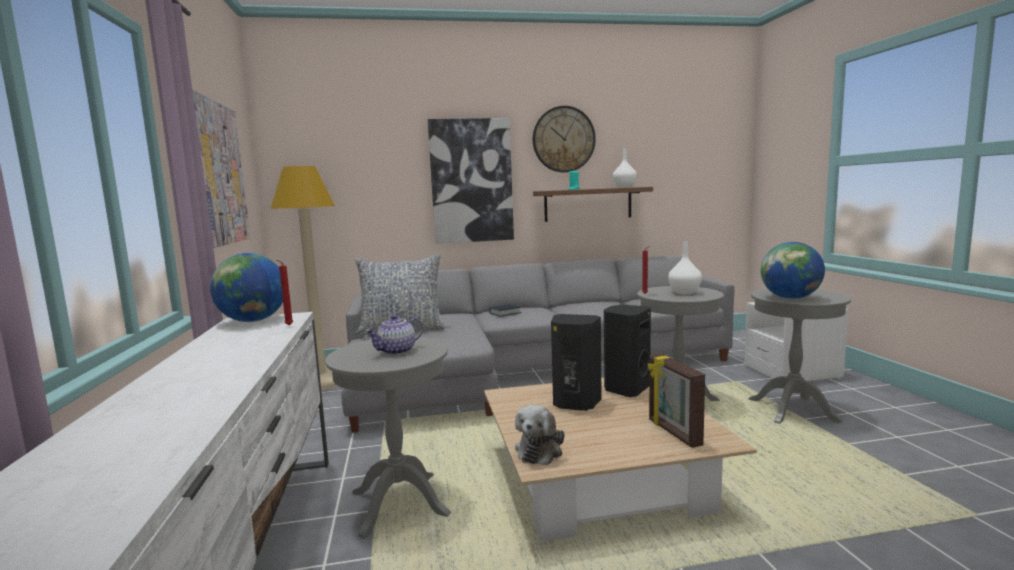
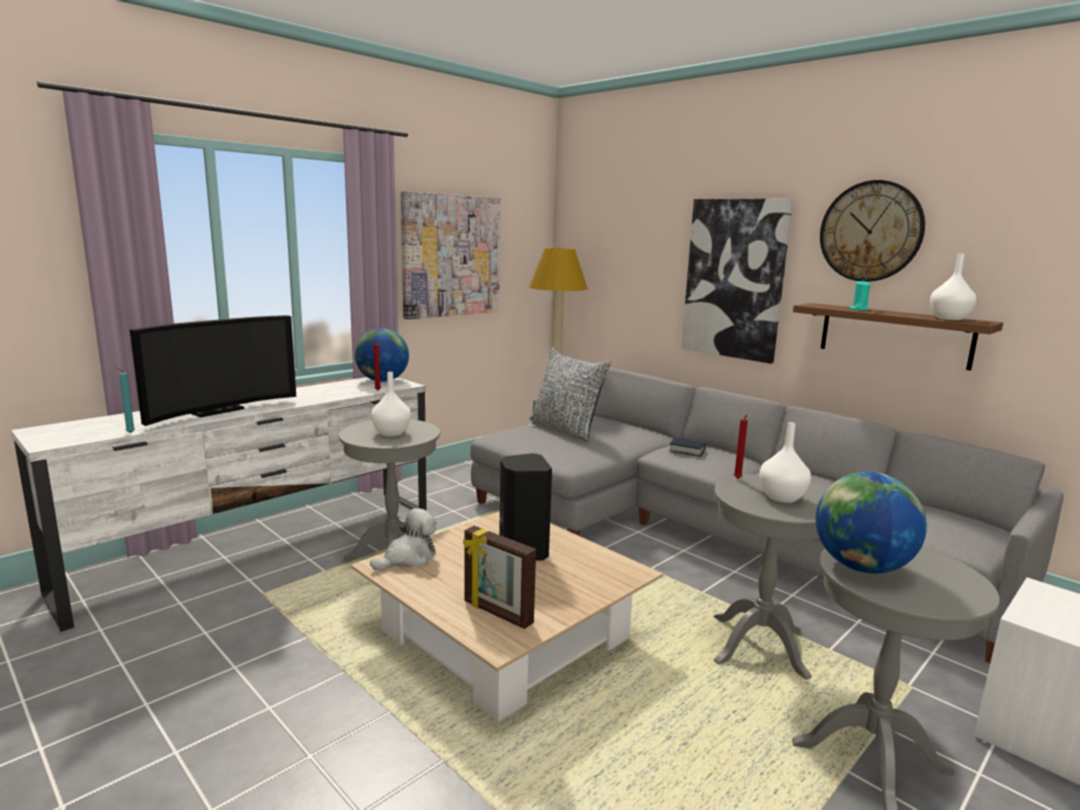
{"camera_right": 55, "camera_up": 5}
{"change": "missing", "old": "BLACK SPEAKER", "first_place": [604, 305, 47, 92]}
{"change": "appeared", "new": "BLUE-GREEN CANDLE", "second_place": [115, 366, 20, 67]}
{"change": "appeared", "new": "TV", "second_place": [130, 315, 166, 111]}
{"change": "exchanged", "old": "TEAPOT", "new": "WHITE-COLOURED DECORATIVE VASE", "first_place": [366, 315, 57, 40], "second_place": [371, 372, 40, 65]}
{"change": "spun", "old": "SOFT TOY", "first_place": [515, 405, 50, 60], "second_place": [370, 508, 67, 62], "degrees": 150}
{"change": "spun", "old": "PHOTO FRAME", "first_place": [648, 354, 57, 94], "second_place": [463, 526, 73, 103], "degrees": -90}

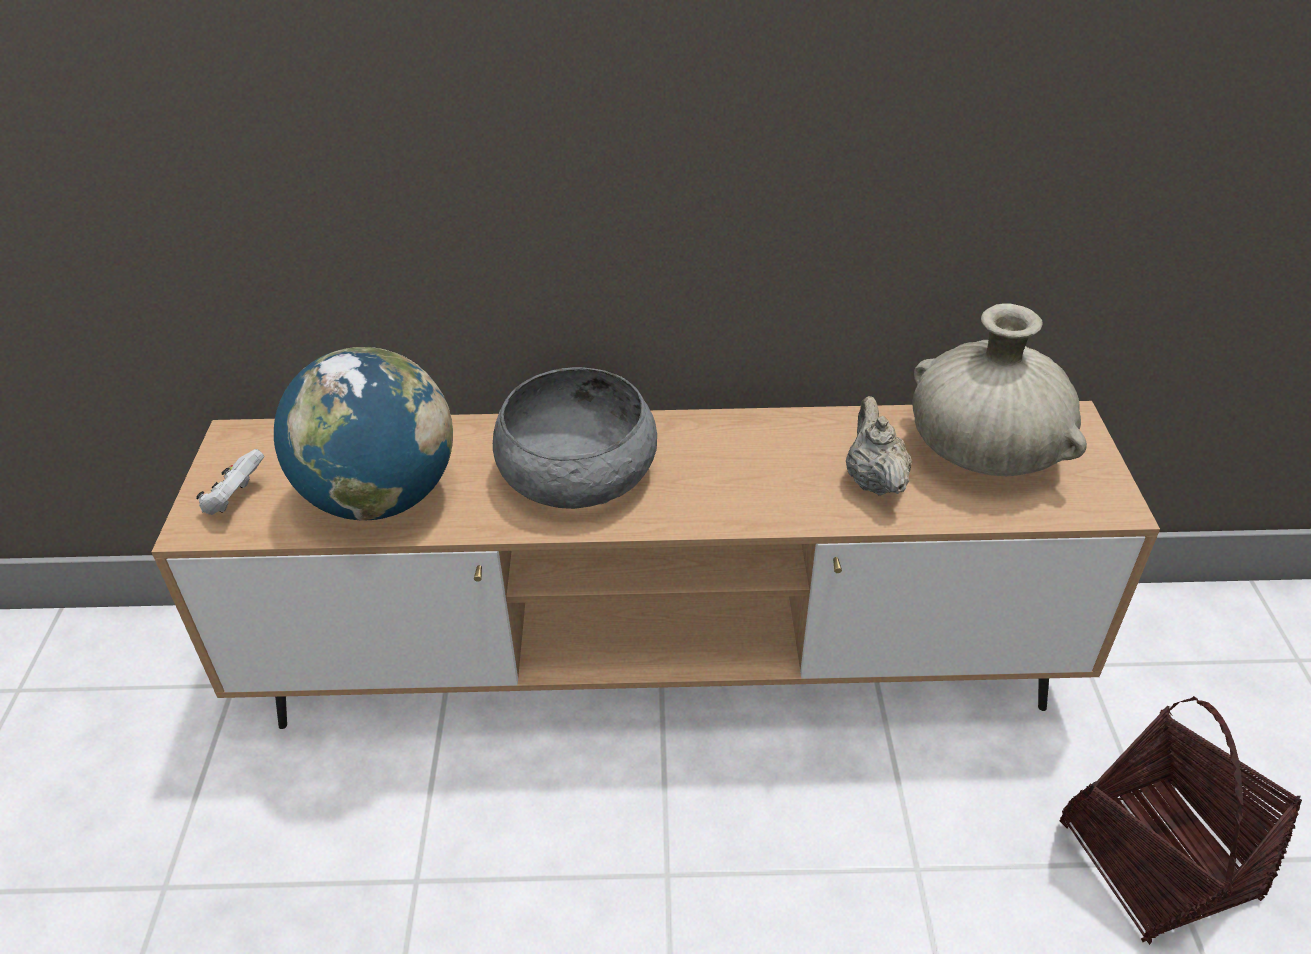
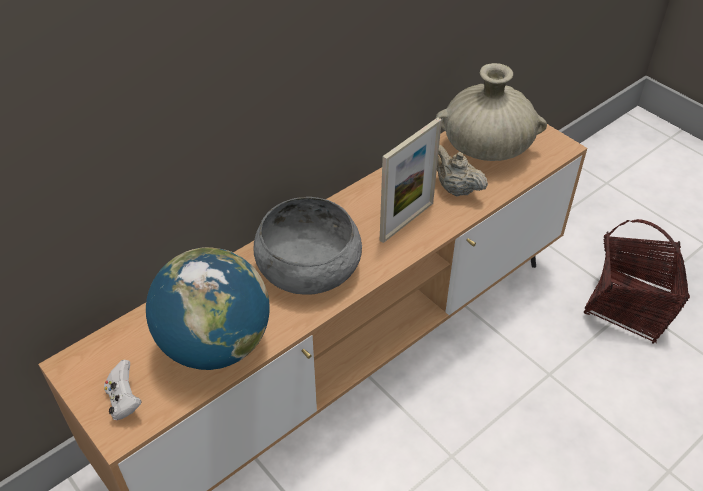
{"camera_right": -40, "camera_up": 5}
{"change": "appeared", "new": "PHOTO FRAME", "second_place": [380, 117, 62, 126]}

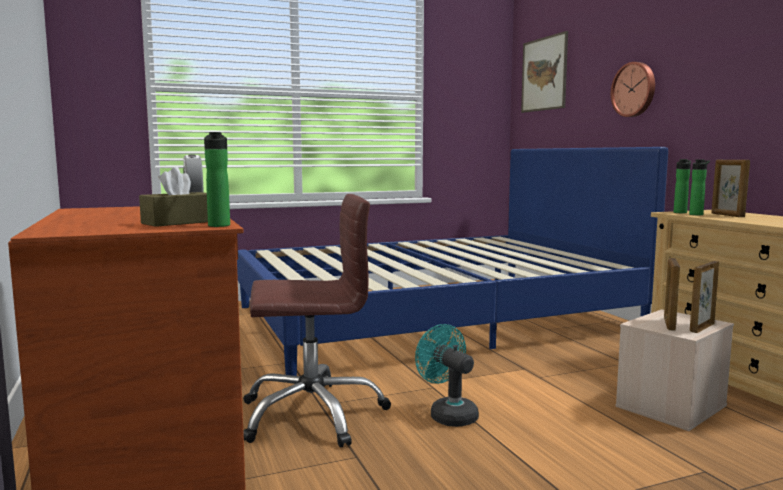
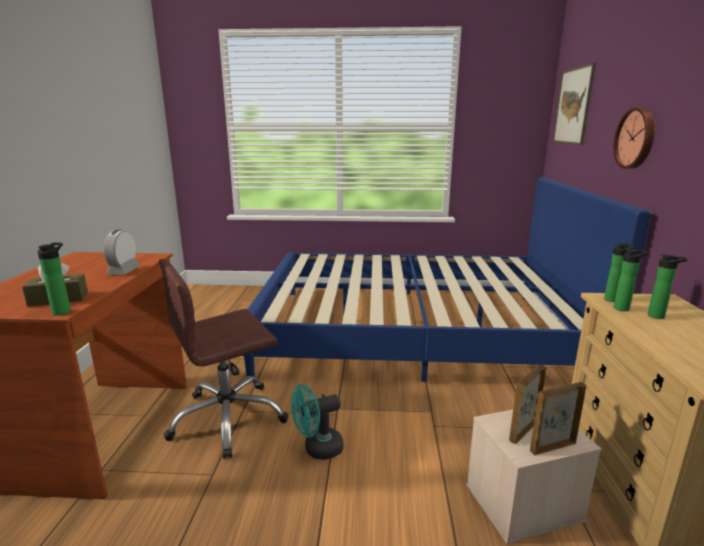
{"camera_right": 25, "camera_up": 10}
{"change": "exchanged", "old": "PHOTO FRAME", "new": "BOTTLE", "first_place": [711, 160, 39, 57], "second_place": [648, 254, 39, 65]}
{"change": "spun", "old": "BROWNISH COMPUTER CHAIR", "first_place": [243, 194, 148, 254], "second_place": [159, 259, 130, 200], "degrees": 135}
{"change": "spun", "old": "BLUE-GREEN ELECTRIC FAN", "first_place": [415, 324, 64, 103], "second_place": [291, 384, 53, 76], "degrees": -105}

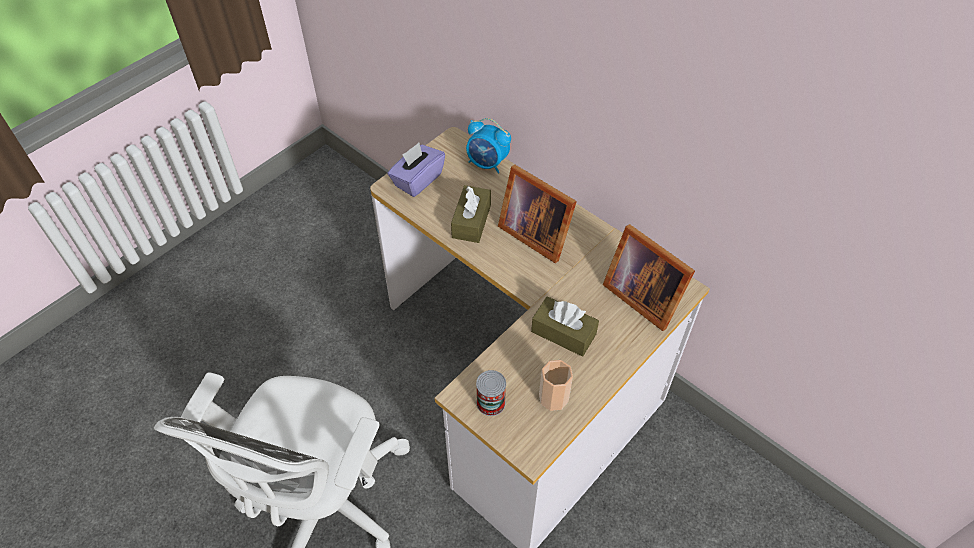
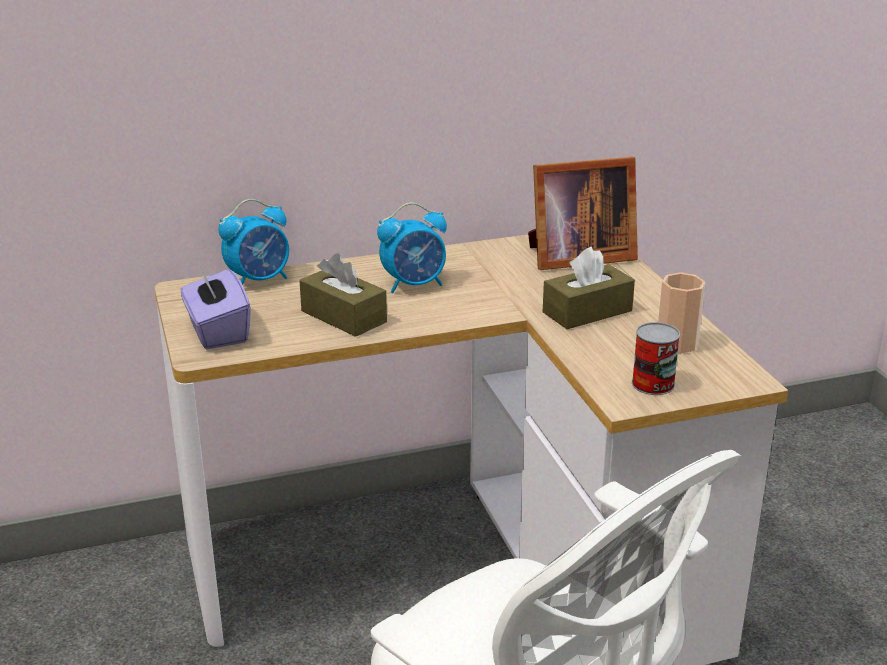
{"camera_right": -60, "camera_up": -25}
{"change": "exchanged", "old": "PHOTO FRAME", "new": "ALARM CLOCK", "first_place": [498, 165, 79, 98], "second_place": [377, 203, 70, 91]}

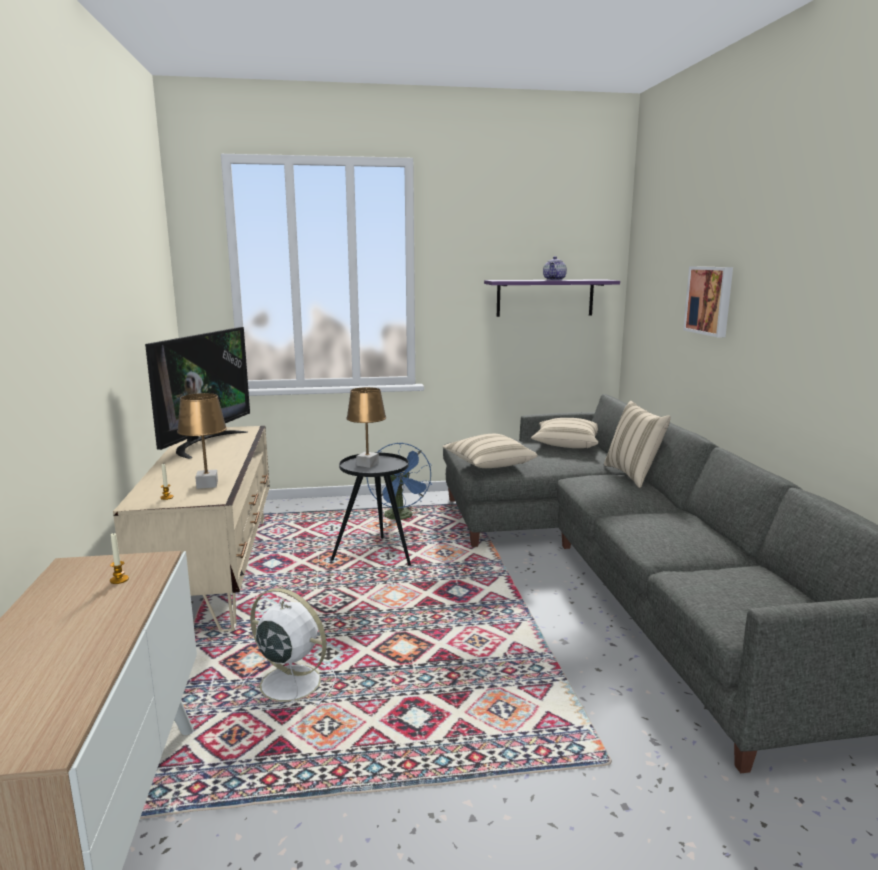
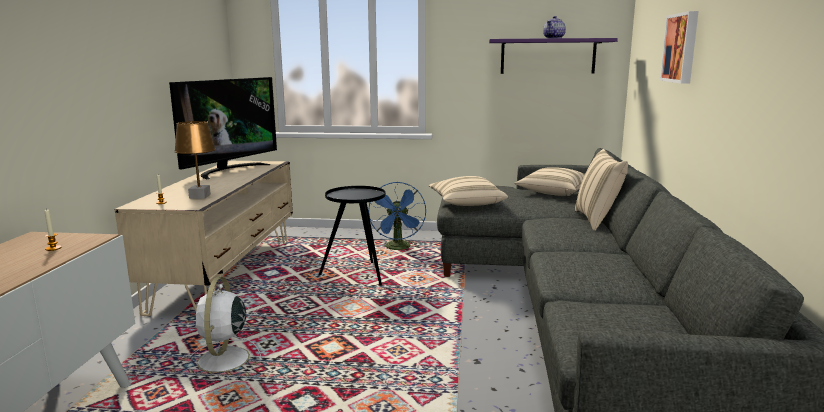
{"camera_right": 15, "camera_up": 0}
{"change": "missing", "old": "BROWNISH LAMP FOR A TABLE", "first_place": [346, 387, 40, 81]}
{"change": "spun", "old": "WHITE-COLOURED ELECTRIC FAN", "first_place": [242, 588, 94, 121], "second_place": [189, 277, 72, 104], "degrees": -135}

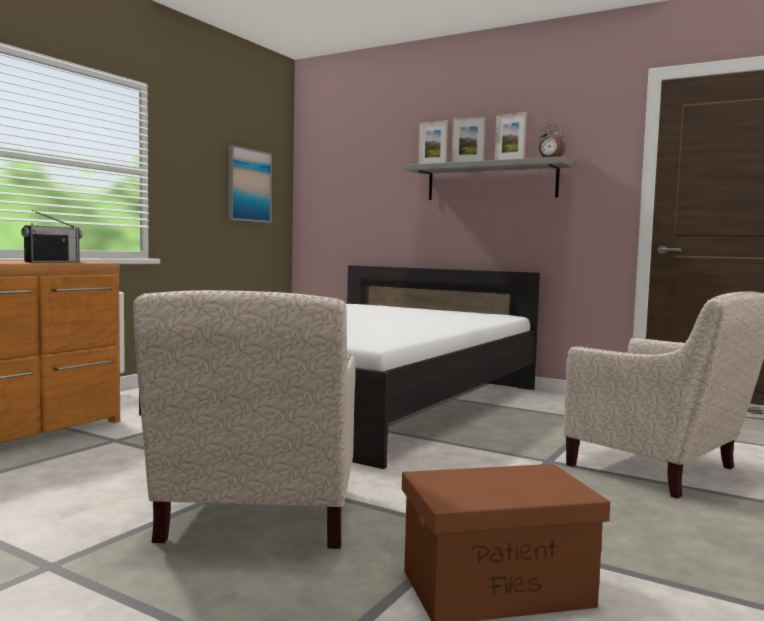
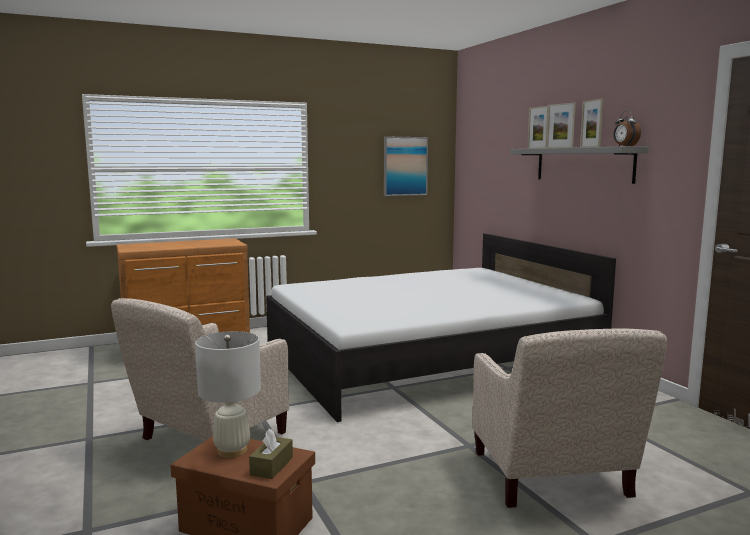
{"camera_right": 35, "camera_up": 5}
{"change": "missing", "old": "RADIO RECEIVER", "first_place": [21, 210, 61, 53]}
{"change": "appeared", "new": "WHITE-COLOURED LAMP FOR A TABLE", "second_place": [195, 331, 66, 127]}
{"change": "appeared", "new": "BROWNISH BOX OF TISSUES", "second_place": [249, 428, 44, 51]}

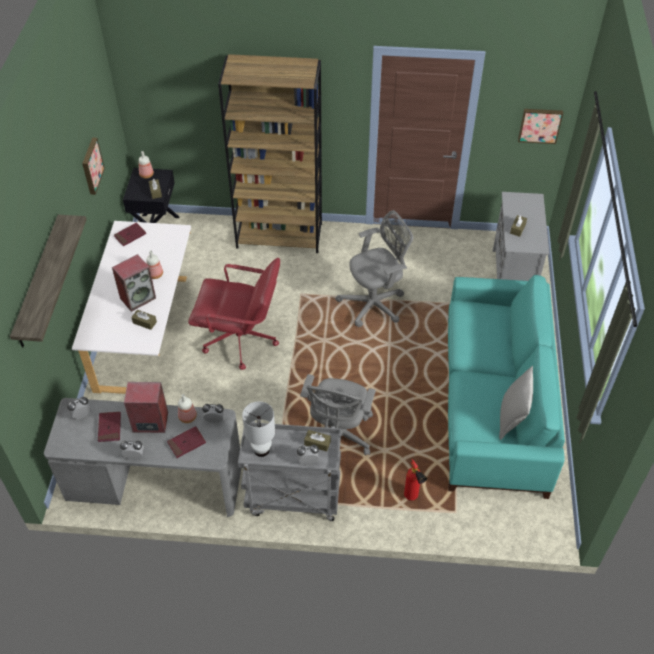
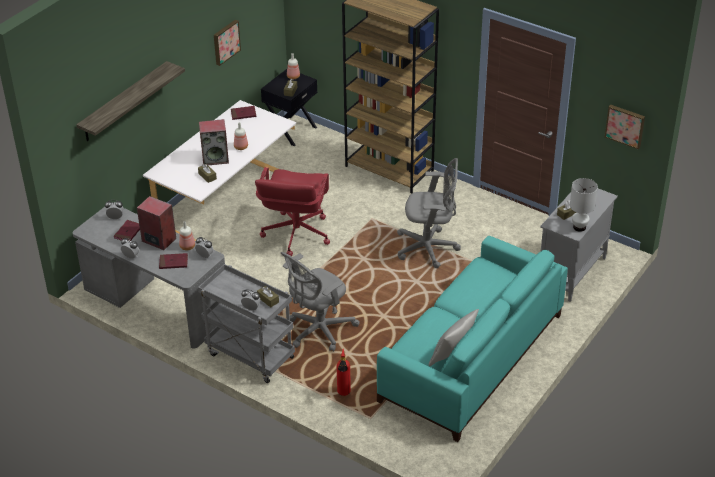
{"camera_right": 30, "camera_up": -10}
{"change": "relocated", "old": "WHITE-COLOURED LAMP FOR A TABLE", "first_place": [242, 401, 33, 56], "second_place": [570, 178, 28, 54]}
{"change": "spun", "old": "RED-COLOURED COMPUTER CHAIR", "first_place": [188, 258, 92, 112], "second_place": [255, 167, 75, 89], "degrees": 60}

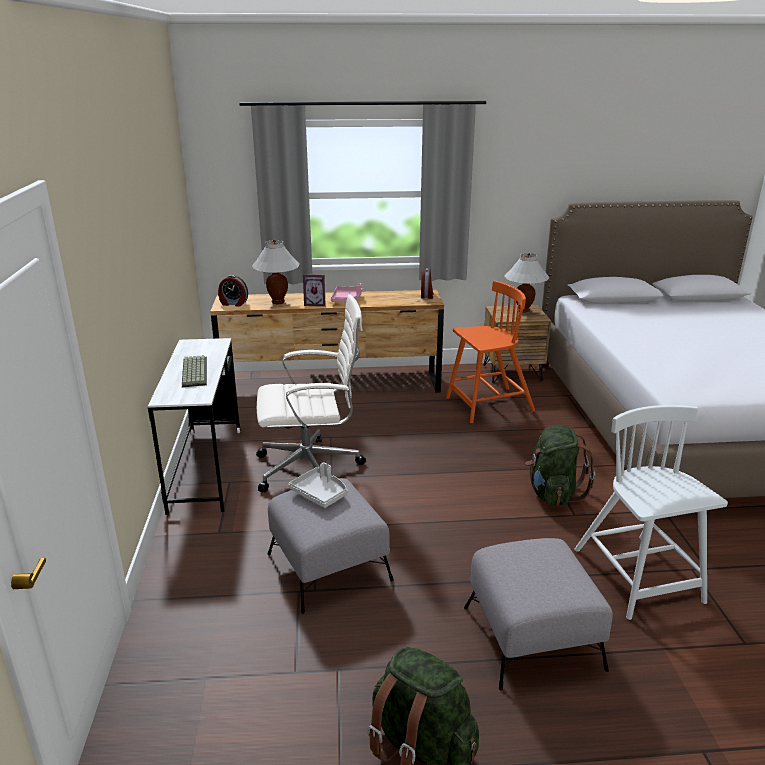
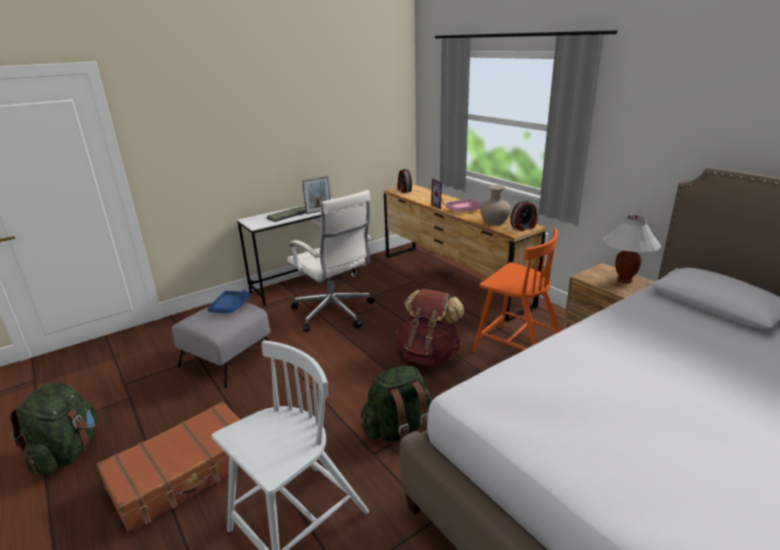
{"camera_right": 60, "camera_up": 0}
{"change": "missing", "old": "WHITE-COLOURED LAMP FOR A TABLE", "first_place": [252, 240, 48, 64]}
{"change": "appeared", "new": "PHOTO FRAME", "second_place": [302, 176, 29, 39]}
{"change": "appeared", "new": "BROWNISH BACKPACK", "second_place": [395, 289, 69, 77]}
{"change": "appeared", "new": "BEIGE-COLOURED DECORATIVE VASE", "second_place": [480, 185, 31, 40]}
{"change": "exchanged", "old": "GRAY POUFFE", "new": "BROWNISH SUITCASE", "first_place": [464, 538, 149, 152], "second_place": [96, 401, 144, 133]}
{"change": "colour", "old": "GRAY TRAY", "new": "BLUISH TRAY", "first_place": [288, 463, 59, 45], "second_place": [208, 289, 43, 25]}

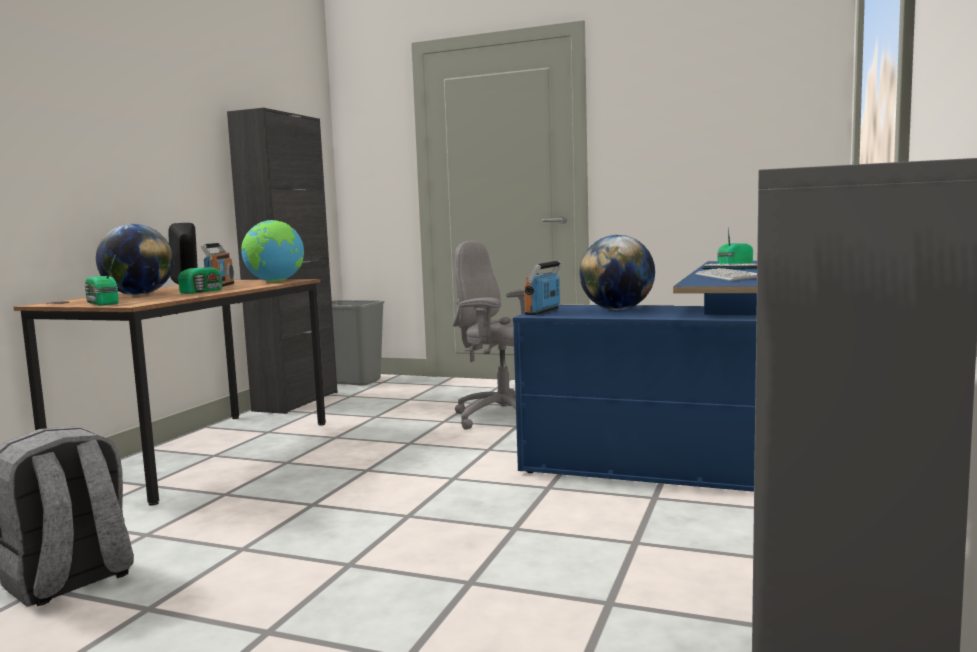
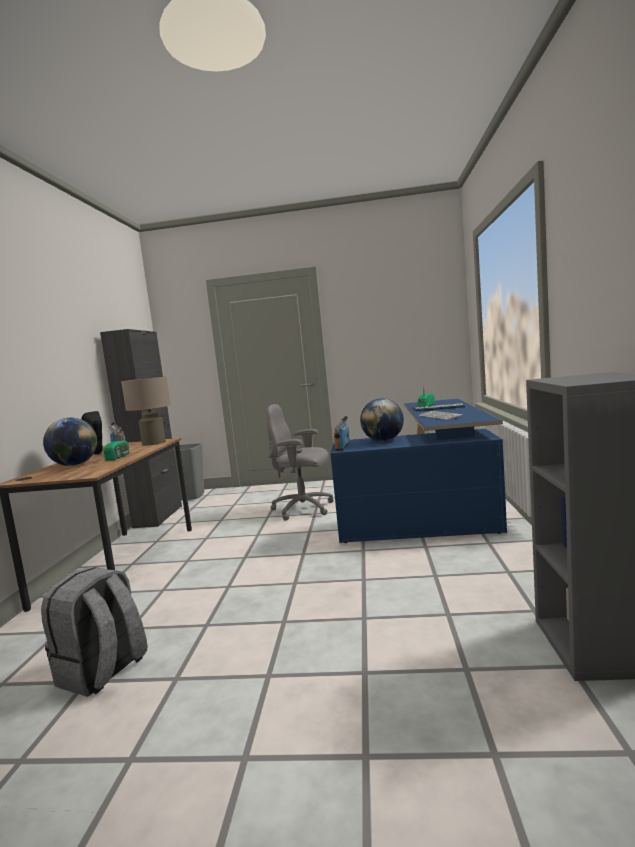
{"camera_right": -15, "camera_up": 0}
{"change": "missing", "old": "RADIO RECEIVER", "first_place": [85, 256, 34, 50]}
{"change": "exchanged", "old": "WORLD GLOBE", "new": "BEIGE-COLOURED LAMP FOR A TABLE", "first_place": [241, 220, 63, 62], "second_place": [121, 376, 50, 70]}

